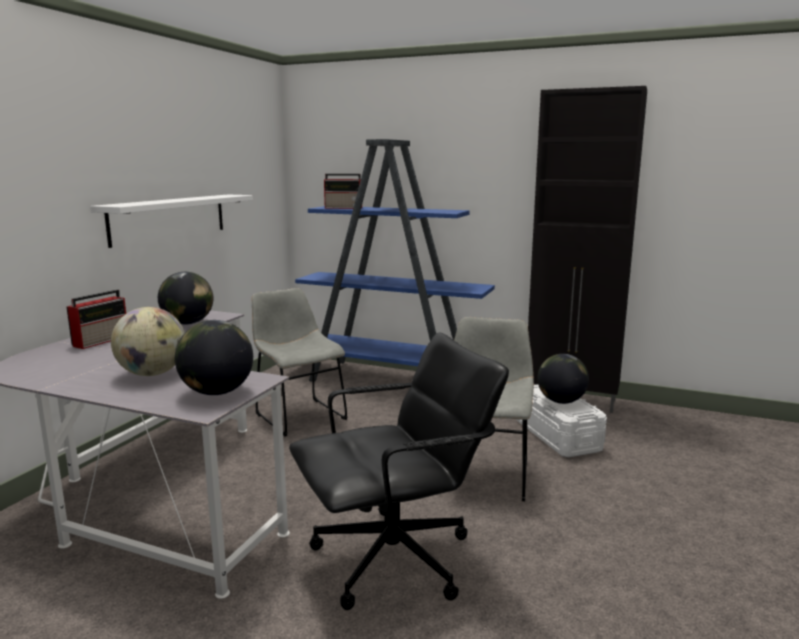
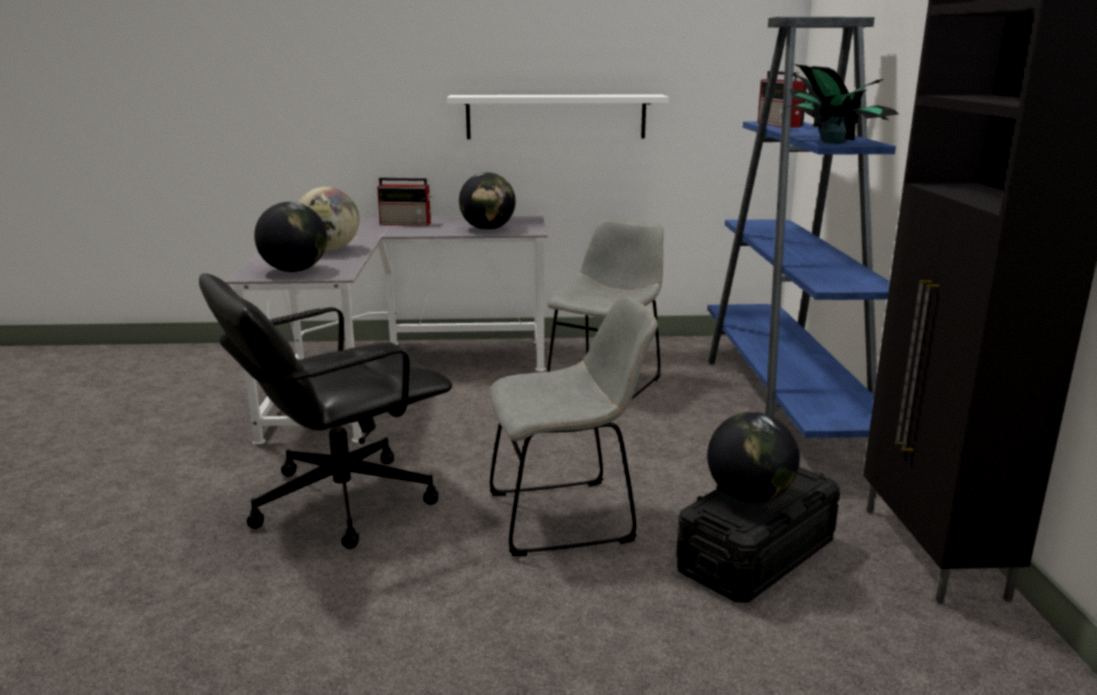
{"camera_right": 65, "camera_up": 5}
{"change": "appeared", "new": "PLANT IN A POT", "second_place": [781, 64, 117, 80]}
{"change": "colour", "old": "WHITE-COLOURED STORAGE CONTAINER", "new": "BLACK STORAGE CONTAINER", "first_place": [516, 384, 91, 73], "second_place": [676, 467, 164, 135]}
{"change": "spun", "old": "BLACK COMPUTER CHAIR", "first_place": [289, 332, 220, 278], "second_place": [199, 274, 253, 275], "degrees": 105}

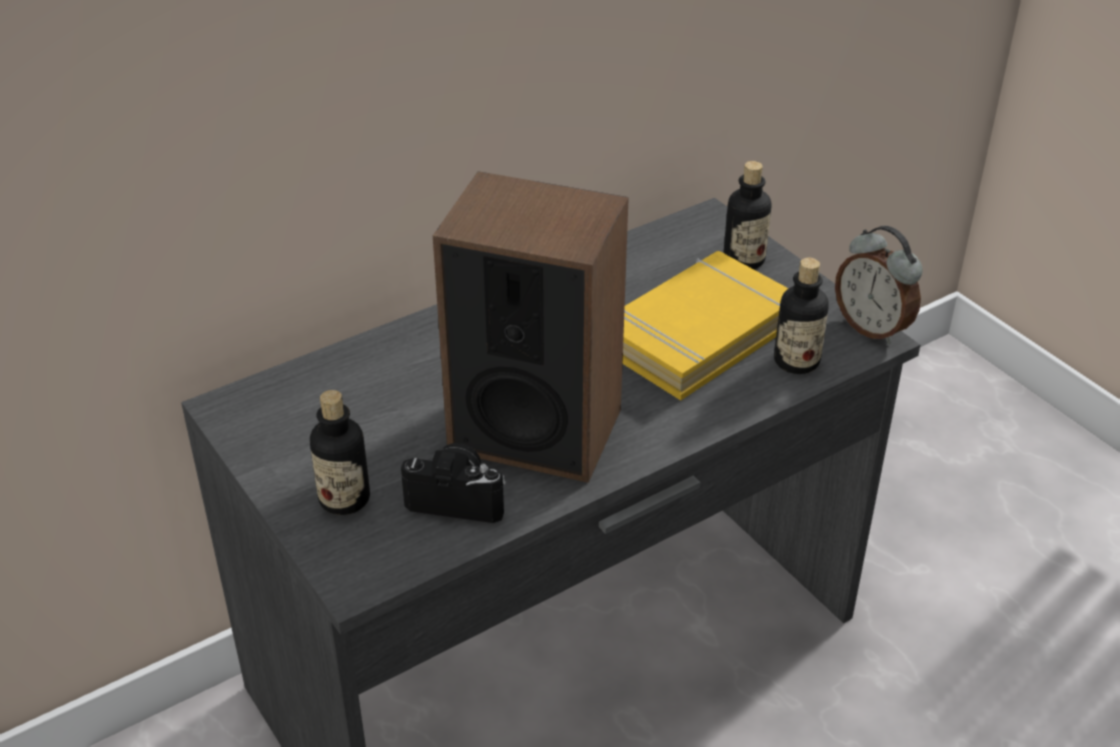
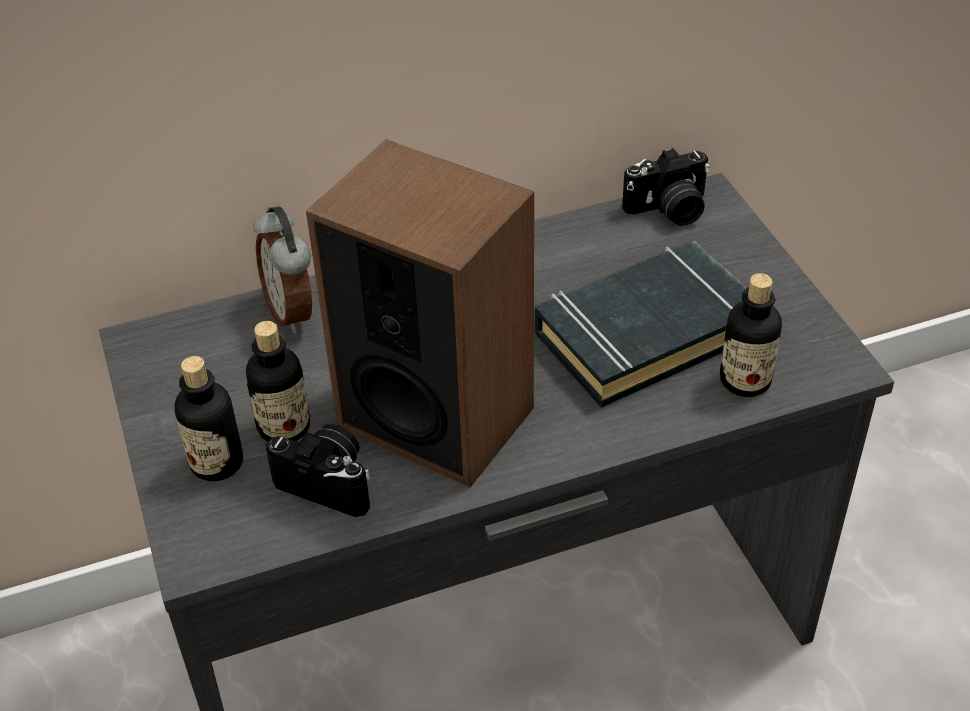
{"camera_right": 15, "camera_up": 5}
{"change": "appeared", "new": "PHOTO CAMERA", "second_place": [622, 148, 88, 78]}
{"change": "relocated", "old": "BOTTLE", "first_place": [723, 161, 48, 108], "second_place": [246, 321, 64, 121]}
{"change": "relocated", "old": "ALARM CLOCK", "first_place": [835, 226, 87, 118], "second_place": [253, 206, 59, 127]}
{"change": "colour", "old": "YELLOWISH BOOK", "new": "BLACK BOOK", "first_place": [623, 251, 166, 149], "second_place": [535, 241, 212, 167]}

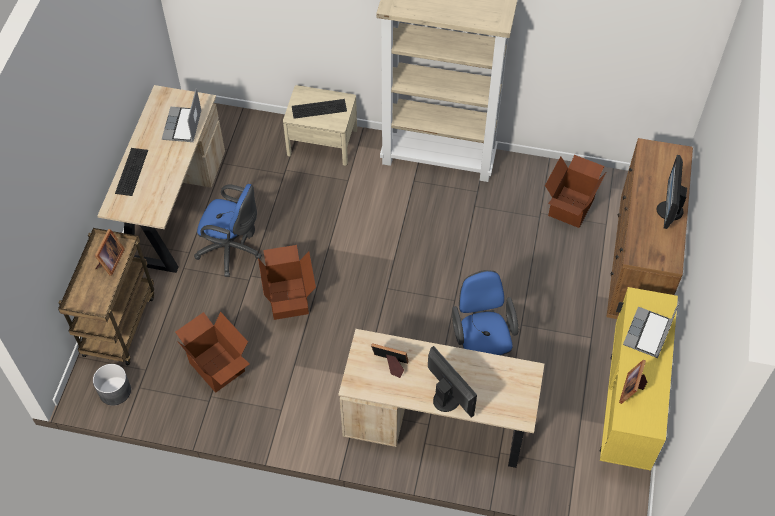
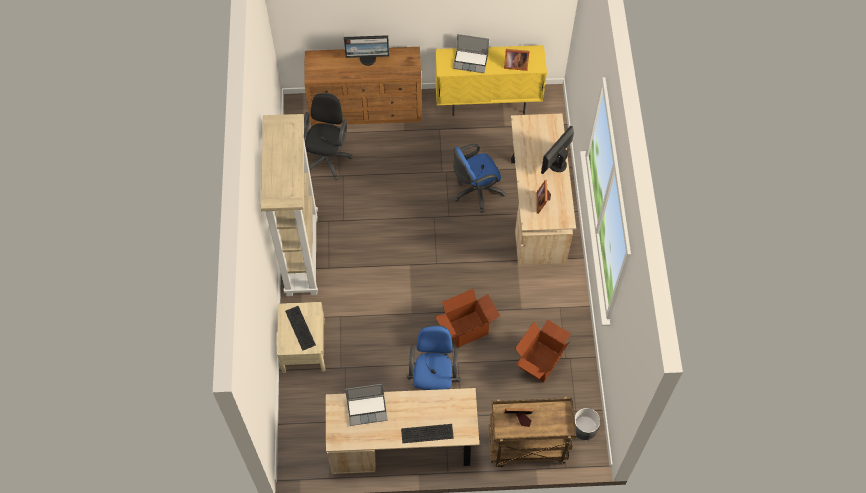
{"camera_right": -105, "camera_up": 5}
{"change": "exchanged", "old": "CARDBOARD BOX", "new": "BLACK COMPUTER CHAIR", "first_place": [545, 155, 61, 73], "second_place": [304, 93, 49, 87]}

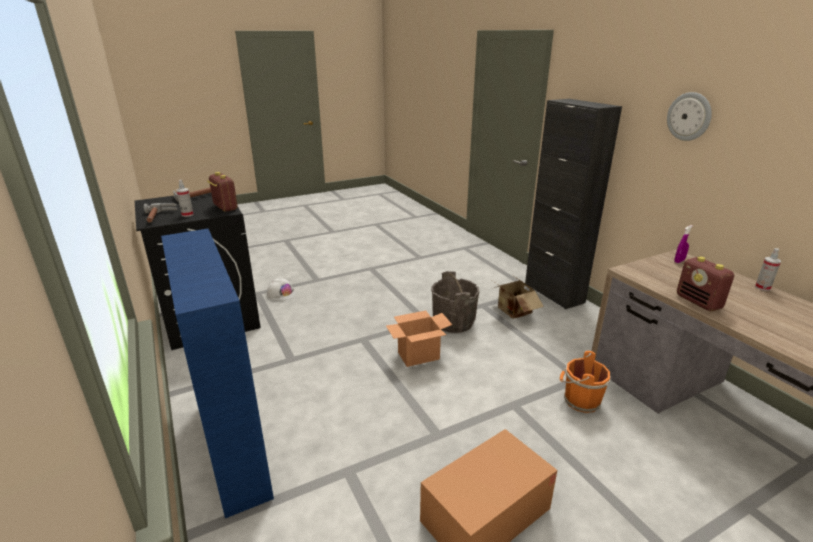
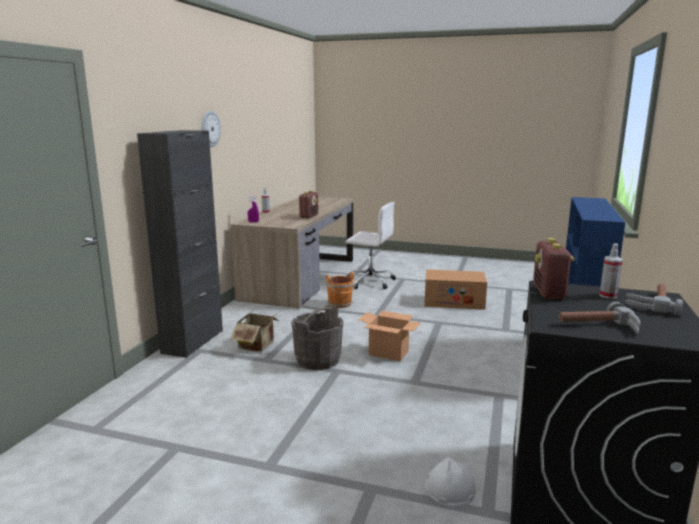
{"camera_right": -135, "camera_up": -10}
{"change": "appeared", "new": "WHITE-COLOURED COMPUTER CHAIR", "second_place": [346, 202, 50, 87]}

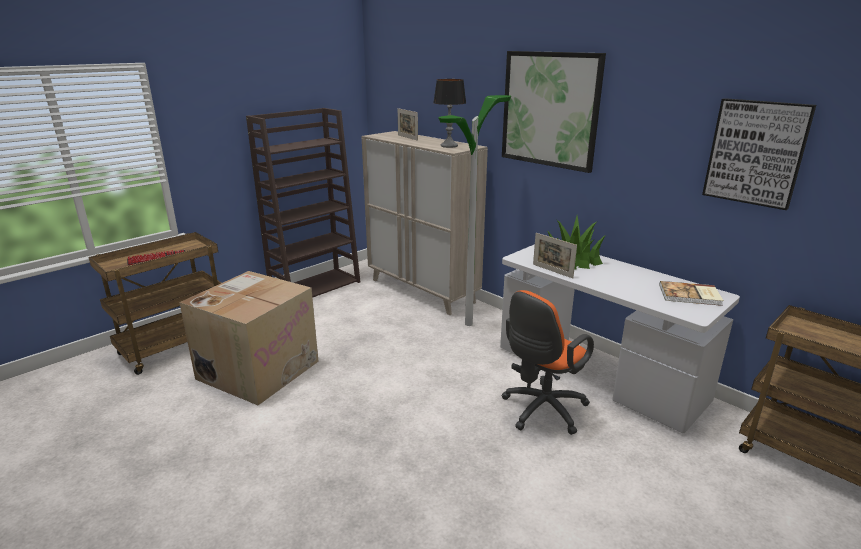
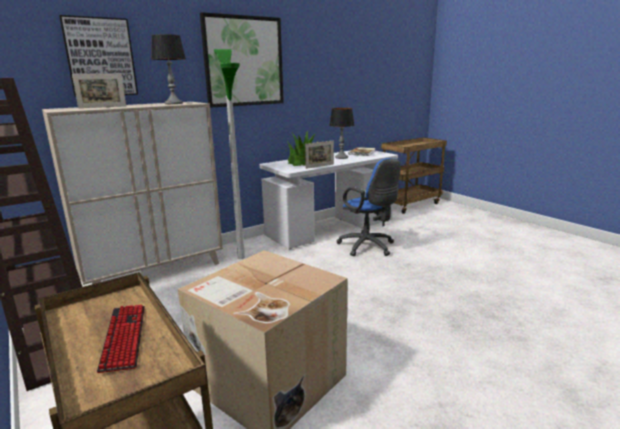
{"camera_right": -80, "camera_up": -5}
{"change": "appeared", "new": "LAMP FOR A TABLE", "second_place": [329, 108, 25, 51]}
{"change": "relocated", "old": "PICTURE", "first_place": [702, 98, 114, 112], "second_place": [59, 15, 79, 82]}
{"change": "colour", "old": "ORANGEY COMPUTER CHAIR", "new": "BLUISH COMPUTER CHAIR", "first_place": [502, 290, 92, 145], "second_place": [336, 158, 64, 98]}

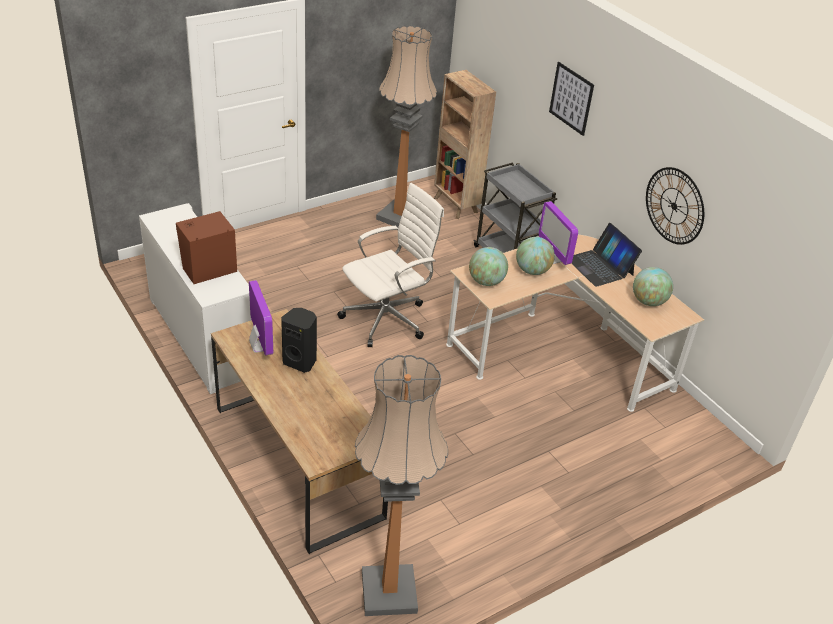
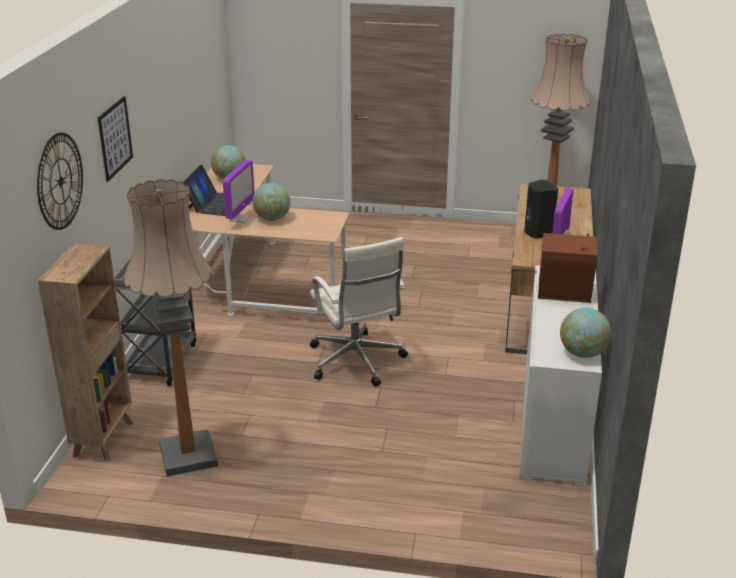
{"camera_right": -135, "camera_up": -10}
{"change": "relocated", "old": "WORLD GLOBE", "first_place": [469, 247, 39, 39], "second_place": [560, 308, 51, 50]}
{"change": "relocated", "old": "WALL CLOCK", "first_place": [646, 167, 58, 78], "second_place": [37, 133, 46, 97]}
{"change": "spun", "old": "WHITE-COLOURED COMPUTER CHAIR", "first_place": [337, 183, 107, 164], "second_place": [310, 237, 98, 149], "degrees": -120}

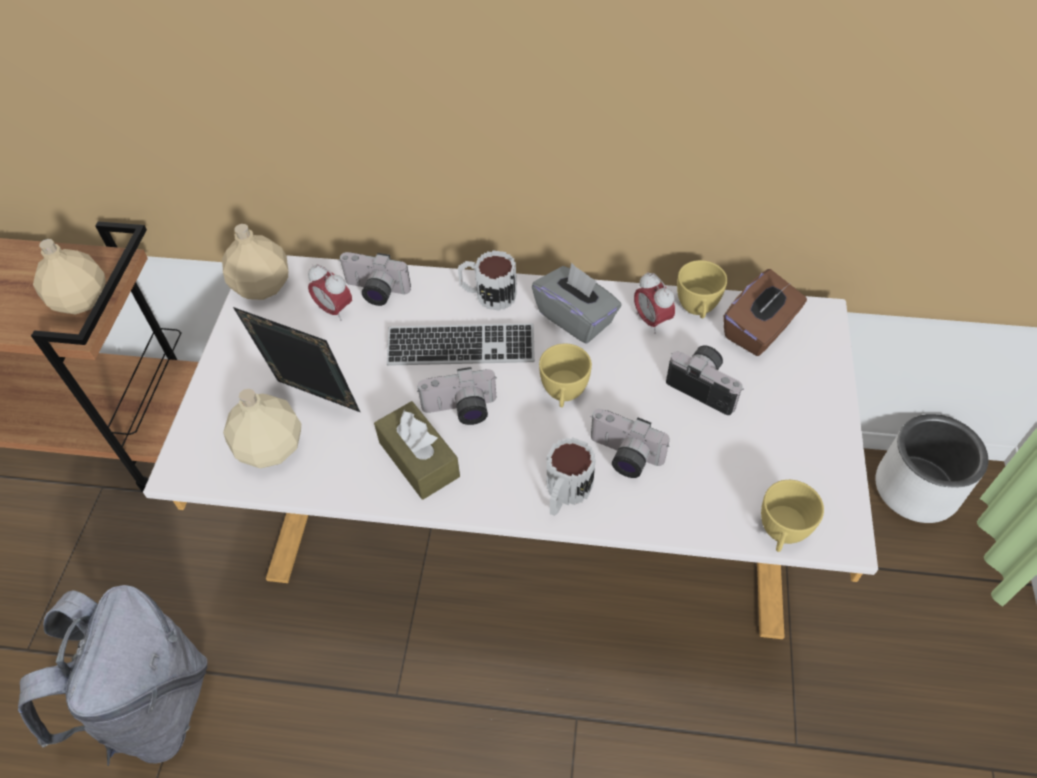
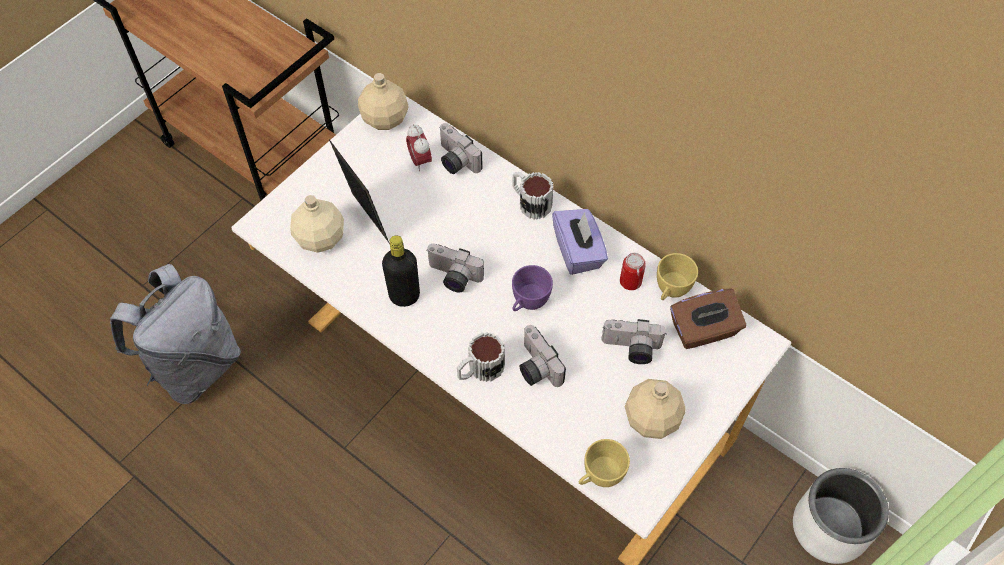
{"camera_right": 30, "camera_up": 5}
{"change": "missing", "old": "KEYBOARD", "first_place": [387, 323, 148, 43]}
{"change": "relocated", "old": "BEIGE-COLOURED BOTTLE", "first_place": [33, 239, 73, 76], "second_place": [624, 379, 61, 60]}
{"change": "exchanged", "old": "BROWNISH BOX OF TISSUES", "new": "BLACK BOTTLE", "first_place": [374, 401, 86, 99], "second_place": [382, 235, 38, 72]}
{"change": "exchanged", "old": "ALARM CLOCK", "new": "METAL CAN", "first_place": [634, 272, 41, 62], "second_place": [620, 253, 26, 37]}
{"change": "colour", "old": "GRAY BOX OF TISSUES", "new": "PURPLE-COLOURED BOX OF TISSUES", "first_place": [532, 263, 90, 81], "second_place": [552, 209, 56, 66]}
{"change": "colour", "old": "YELLOWISH CUP", "new": "PURPLE-COLOURED CUP", "first_place": [539, 343, 53, 64], "second_place": [512, 265, 41, 46]}
{"change": "spun", "old": "PHOTO CAMERA", "first_place": [666, 345, 78, 70], "second_place": [601, 319, 66, 45], "degrees": 120}

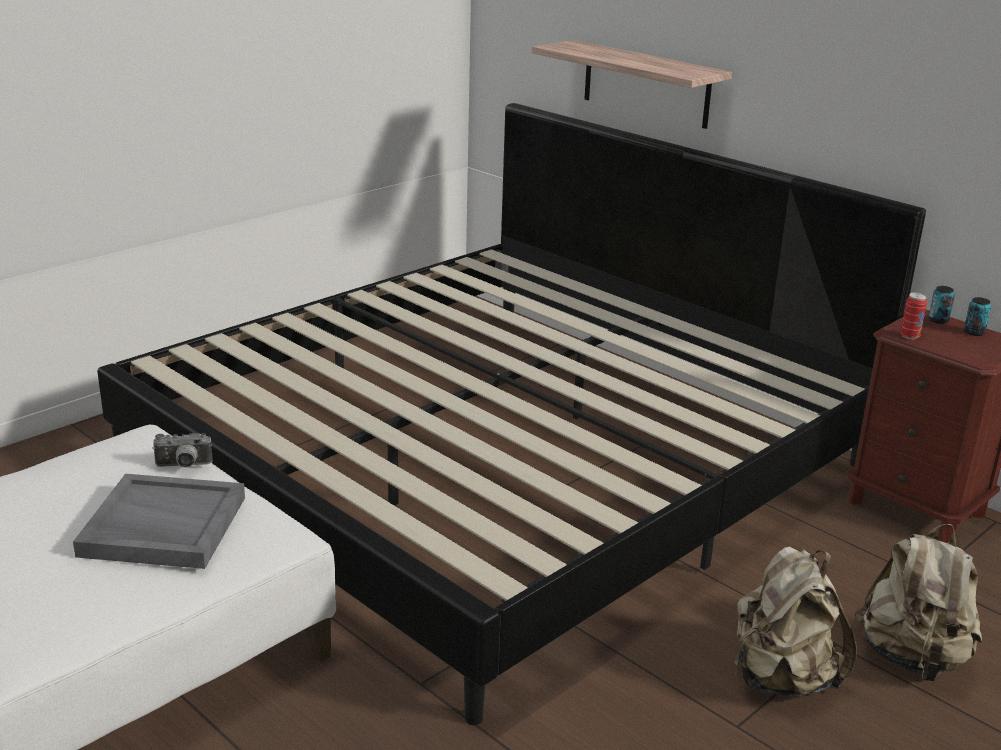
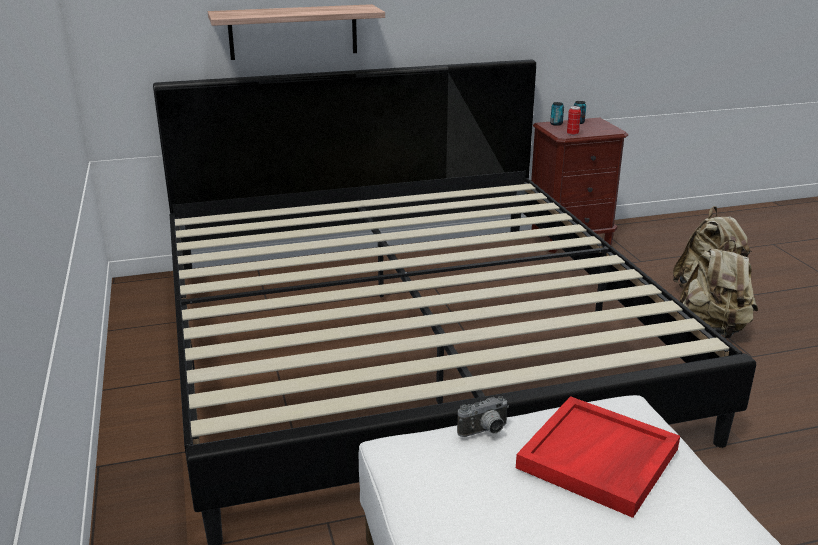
{"camera_right": -60, "camera_up": 0}
{"change": "colour", "old": "GRAY TRAY", "new": "RED-COLOURED TRAY", "first_place": [73, 474, 172, 95], "second_place": [516, 396, 164, 122]}
{"change": "spun", "old": "PHOTO CAMERA", "first_place": [152, 433, 60, 35], "second_place": [457, 396, 52, 41], "degrees": 45}

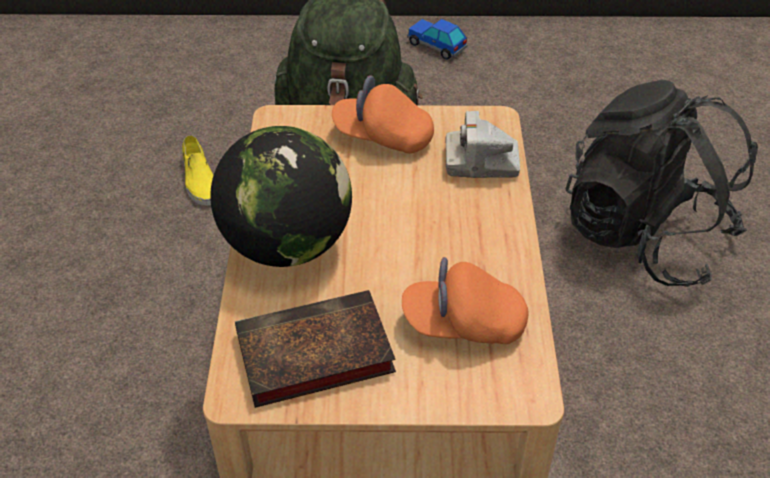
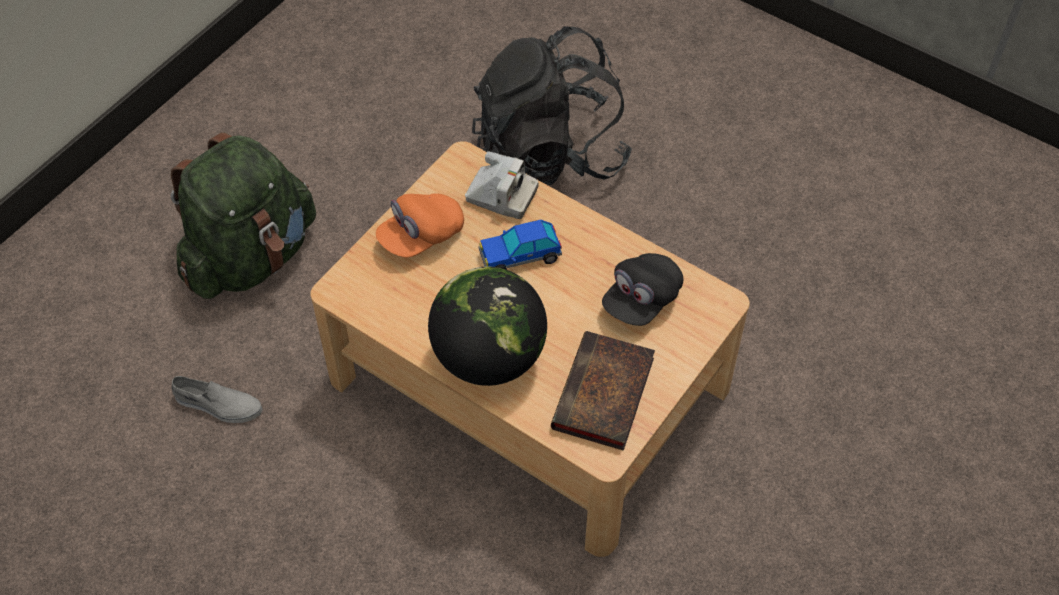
{"camera_right": -55, "camera_up": 10}
{"change": "relocated", "old": "MODEL CAR", "first_place": [407, 19, 60, 40], "second_place": [479, 220, 83, 50]}
{"change": "colour", "old": "YELLOWISH LOW SHOE", "new": "GRAY LOW SHOE", "first_place": [182, 135, 31, 71], "second_place": [172, 376, 91, 47]}
{"change": "colour", "old": "ORANGEY CAP", "new": "BLACK CAP", "first_place": [402, 257, 127, 87], "second_place": [602, 253, 81, 73]}
{"change": "spun", "old": "PHOTO CAMERA", "first_place": [446, 111, 74, 67], "second_place": [465, 151, 74, 68], "degrees": -105}

